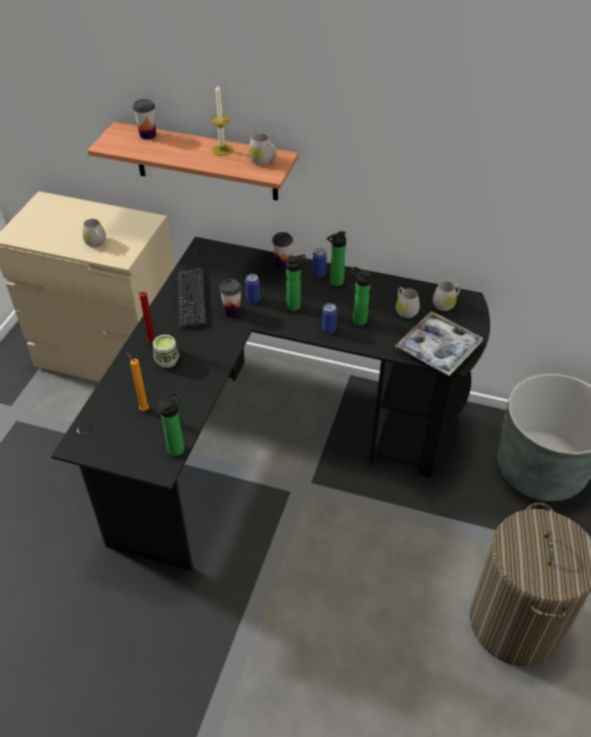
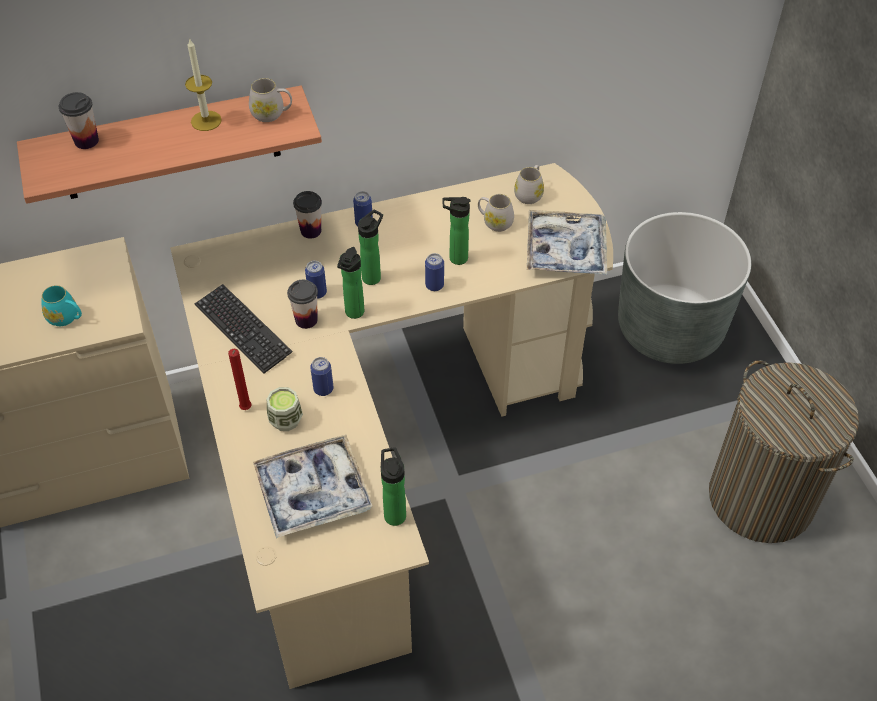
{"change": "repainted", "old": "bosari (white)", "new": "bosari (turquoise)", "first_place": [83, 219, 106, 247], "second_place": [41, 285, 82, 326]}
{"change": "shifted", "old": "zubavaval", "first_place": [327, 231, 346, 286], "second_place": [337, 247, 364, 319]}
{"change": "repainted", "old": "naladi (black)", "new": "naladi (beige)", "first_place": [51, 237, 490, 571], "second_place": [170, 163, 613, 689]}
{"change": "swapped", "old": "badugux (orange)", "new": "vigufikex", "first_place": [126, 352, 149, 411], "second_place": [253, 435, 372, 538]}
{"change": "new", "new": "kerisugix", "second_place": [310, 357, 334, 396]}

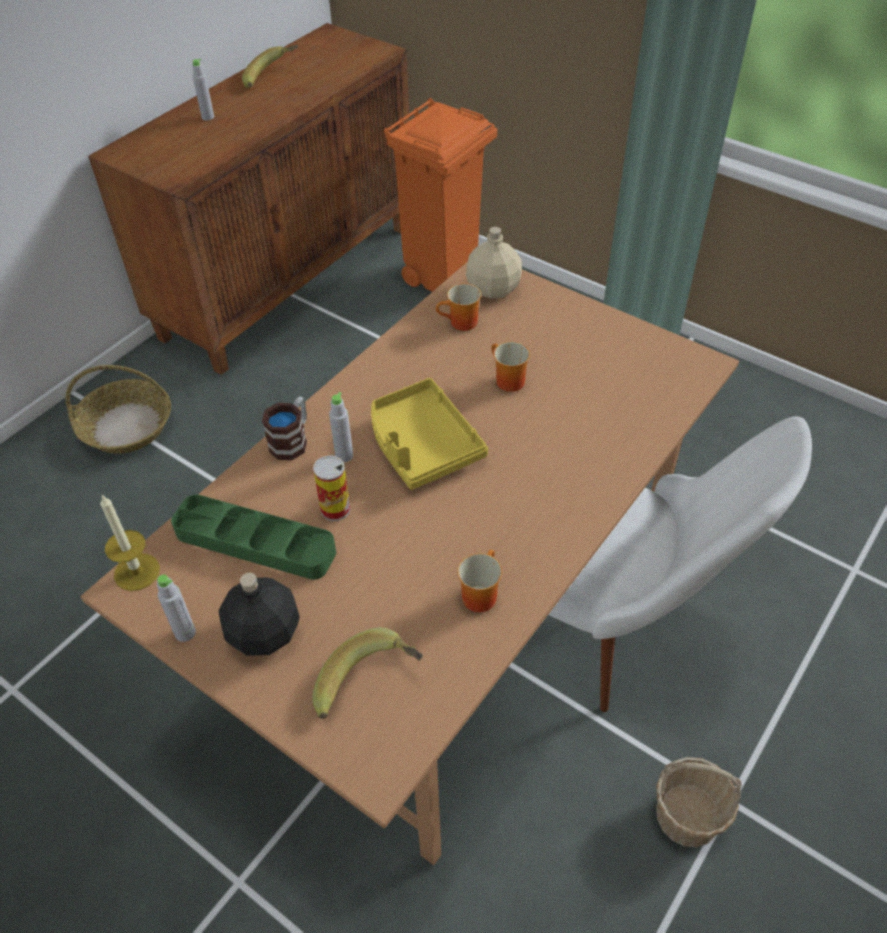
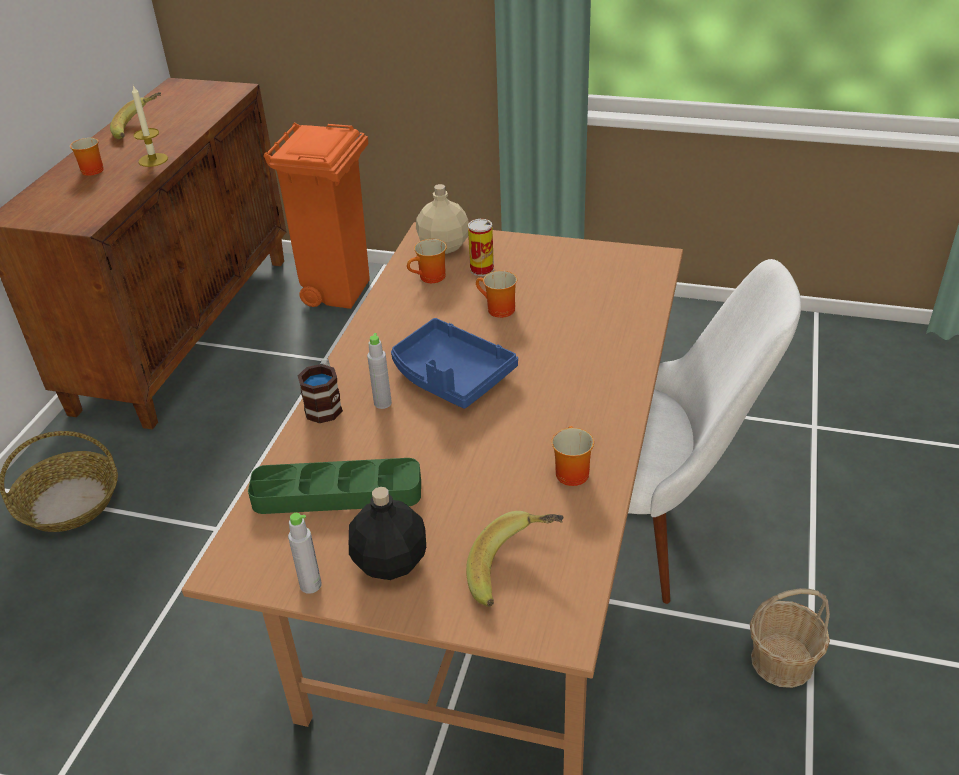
{"change": "swapped", "old": "zubavaval (grey)", "new": "bosari", "first_place": [192, 59, 214, 120], "second_place": [70, 138, 104, 176]}
{"change": "repainted", "old": "vigufikex (yellow)", "new": "vigufikex (blue)", "first_place": [371, 378, 488, 490], "second_place": [391, 318, 518, 409]}
{"change": "shifted", "old": "kerisugix", "first_place": [313, 455, 350, 521], "second_place": [468, 219, 494, 276]}
{"change": "shifted", "old": "badugux", "first_place": [100, 495, 160, 591], "second_place": [132, 85, 168, 167]}

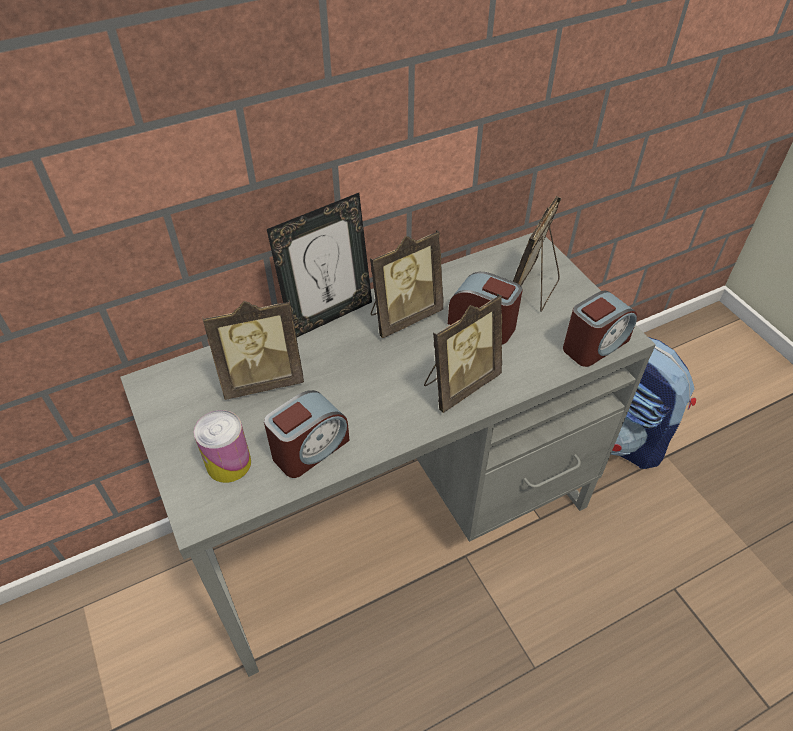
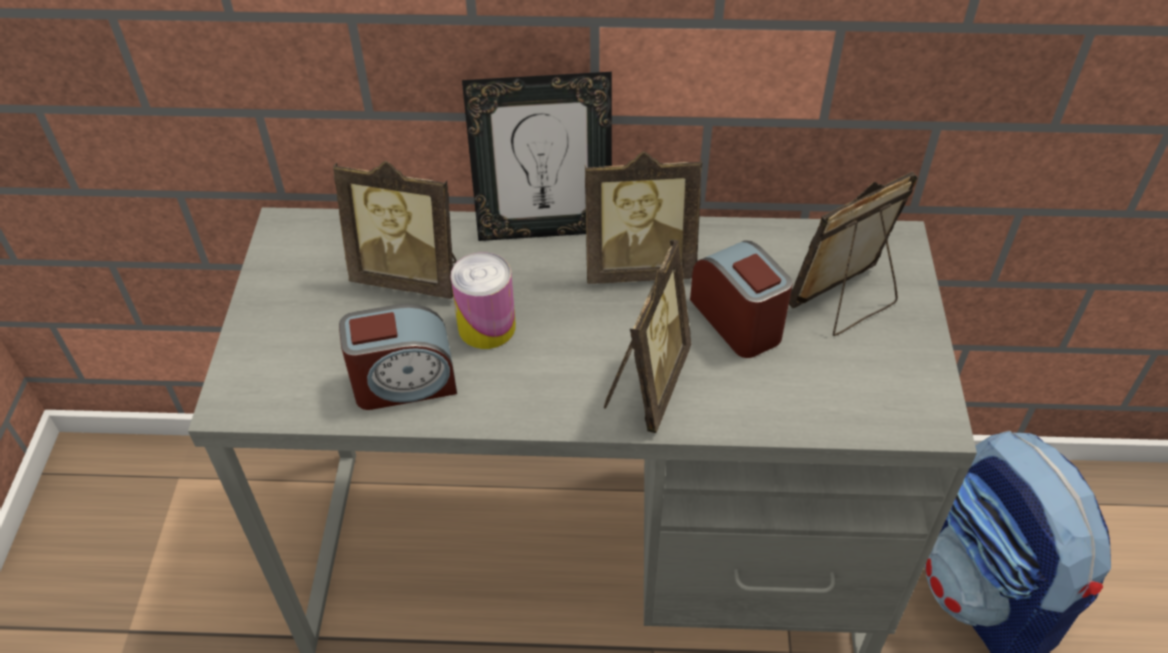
{"change": "gone", "old": "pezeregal", "first_place": [563, 290, 637, 367]}
{"change": "rotated", "old": "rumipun", "first_place": [424, 293, 502, 413], "second_place": [604, 240, 691, 433], "degrees": -60}
{"change": "shifted", "old": "kerisugix", "first_place": [194, 410, 251, 483], "second_place": [451, 252, 516, 349]}

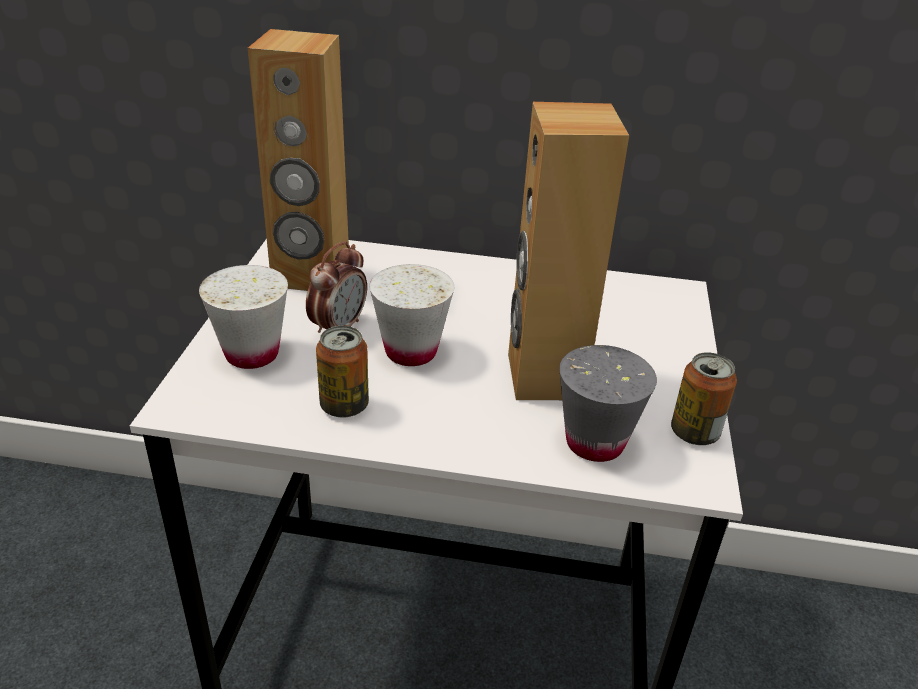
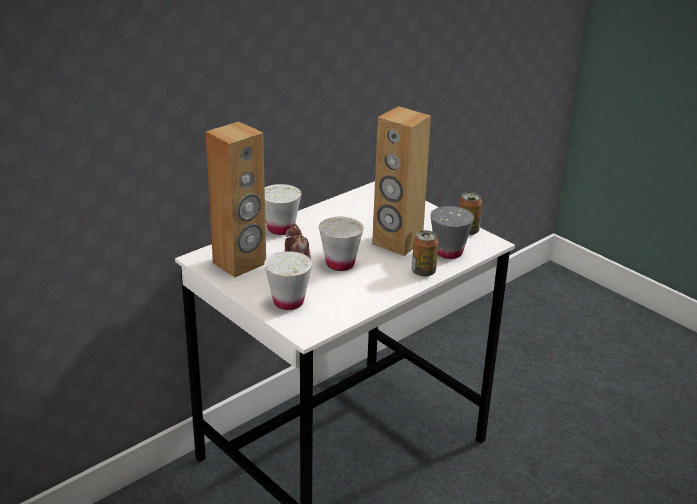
{"change": "shifted", "old": "kerisugix", "first_place": [316, 326, 369, 418], "second_place": [412, 230, 439, 277]}
{"change": "new", "new": "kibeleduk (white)", "second_place": [265, 184, 302, 235]}

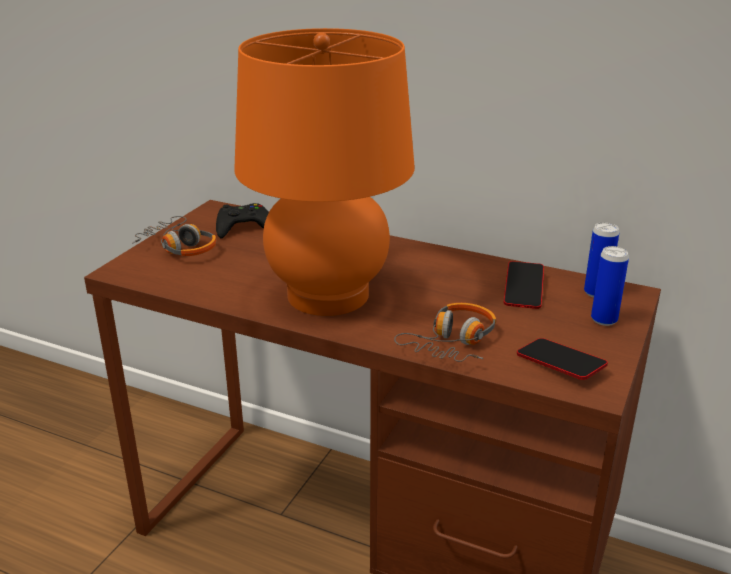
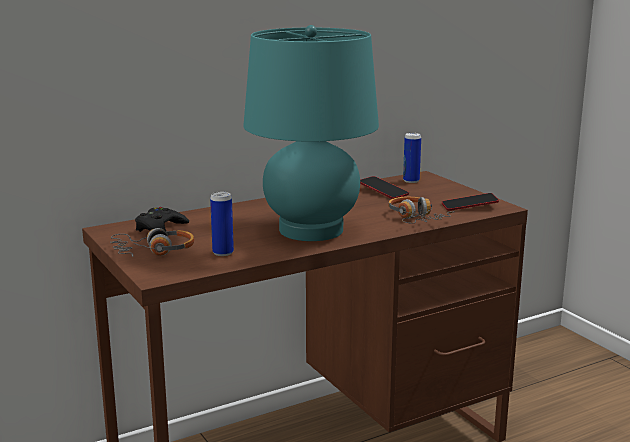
{"change": "repainted", "old": "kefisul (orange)", "new": "kefisul (turquoise)", "first_place": [234, 28, 415, 316], "second_place": [243, 25, 379, 241]}
{"change": "shifted", "old": "kerisugix", "first_place": [591, 246, 629, 326], "second_place": [210, 192, 234, 256]}

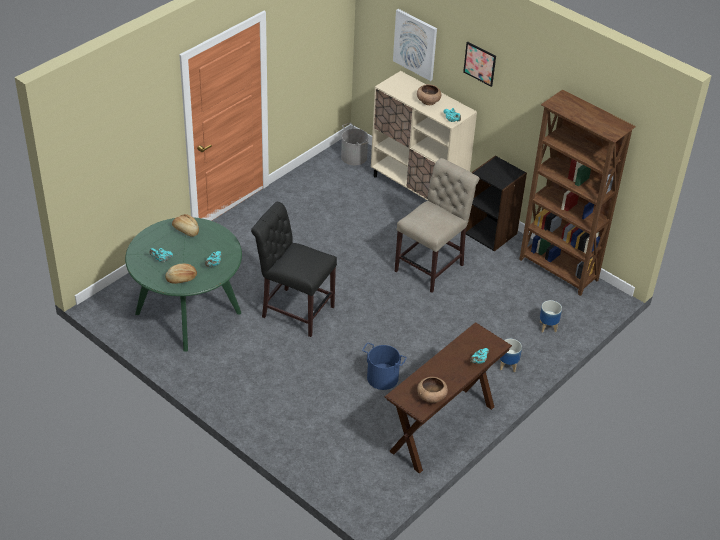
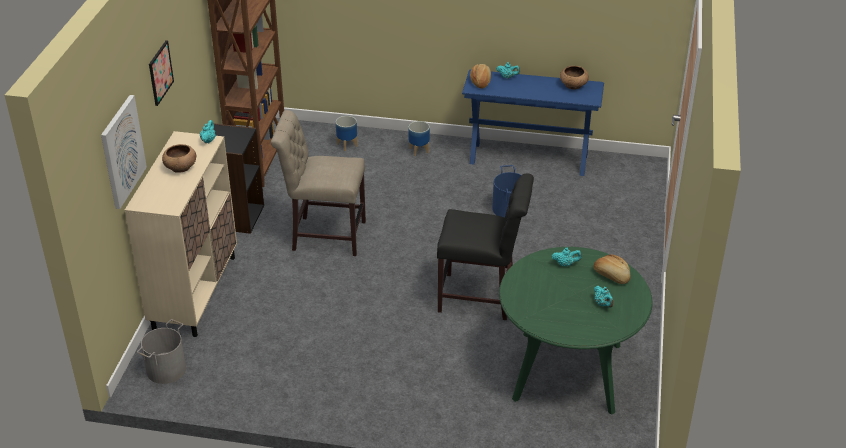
{"change": "rotated", "old": "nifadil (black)", "first_place": [251, 202, 337, 337], "second_place": [437, 174, 534, 320], "degrees": -75}
{"change": "shifted", "old": "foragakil", "first_place": [172, 214, 199, 237], "second_place": [470, 64, 491, 89]}
{"change": "repainted", "old": "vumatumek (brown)", "new": "vumatumek (blue)", "first_place": [385, 322, 512, 474], "second_place": [462, 70, 604, 176]}

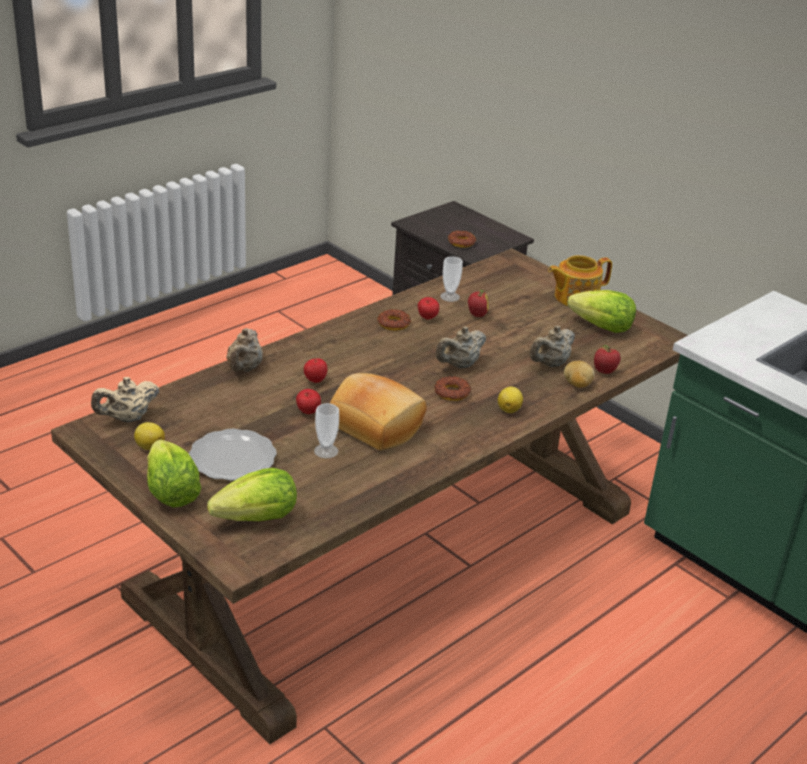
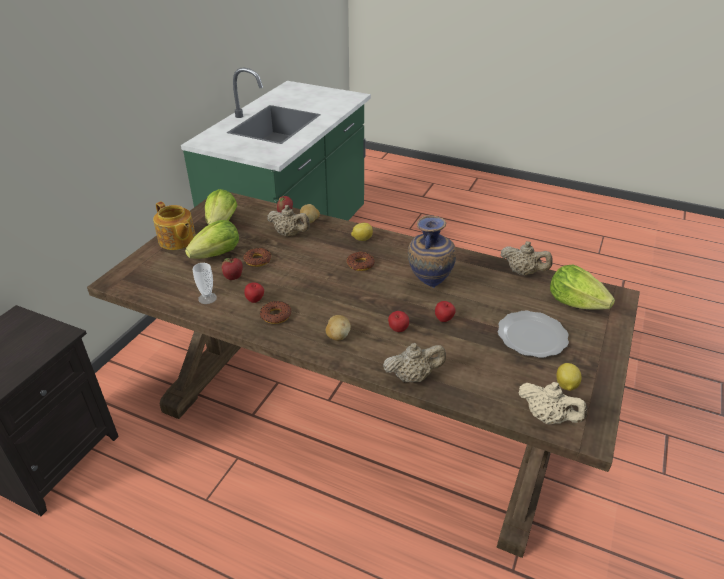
{"change": "shifted", "old": "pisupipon", "first_place": [448, 231, 476, 248], "second_place": [243, 248, 271, 267]}
{"change": "shifted", "old": "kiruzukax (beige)", "first_place": [435, 327, 486, 368], "second_place": [501, 241, 553, 275]}
{"change": "swapped", "old": "foragakil", "new": "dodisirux", "first_place": [330, 373, 427, 450], "second_place": [408, 215, 456, 288]}
{"change": "gone", "old": "kibeleduk", "first_place": [314, 403, 339, 458]}
{"change": "shifted", "old": "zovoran", "first_place": [147, 440, 201, 508], "second_place": [185, 220, 239, 259]}
{"change": "new", "new": "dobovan", "second_place": [326, 315, 351, 340]}

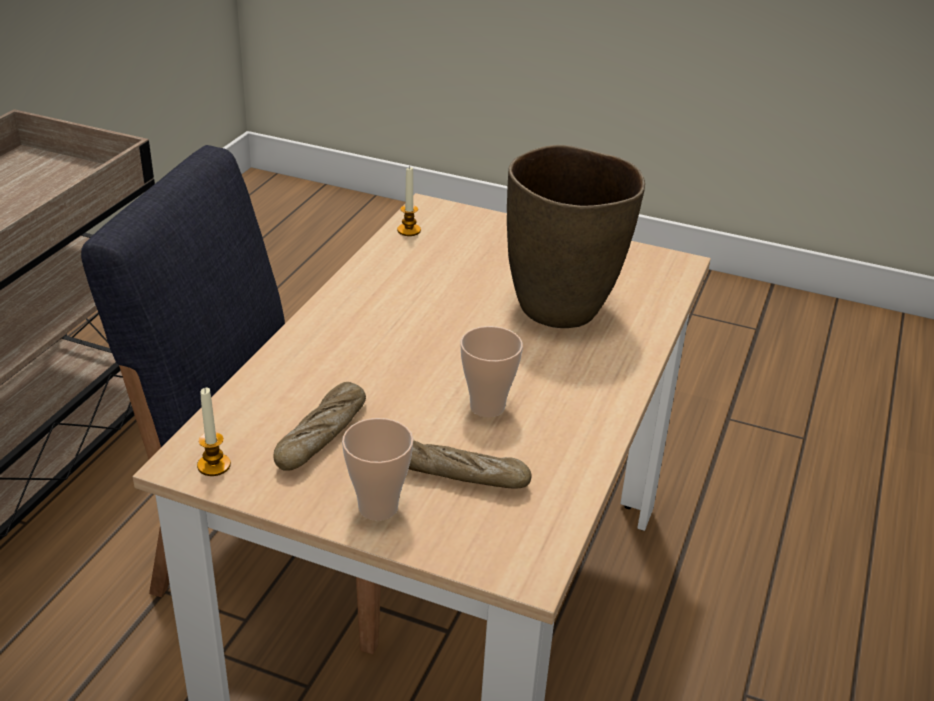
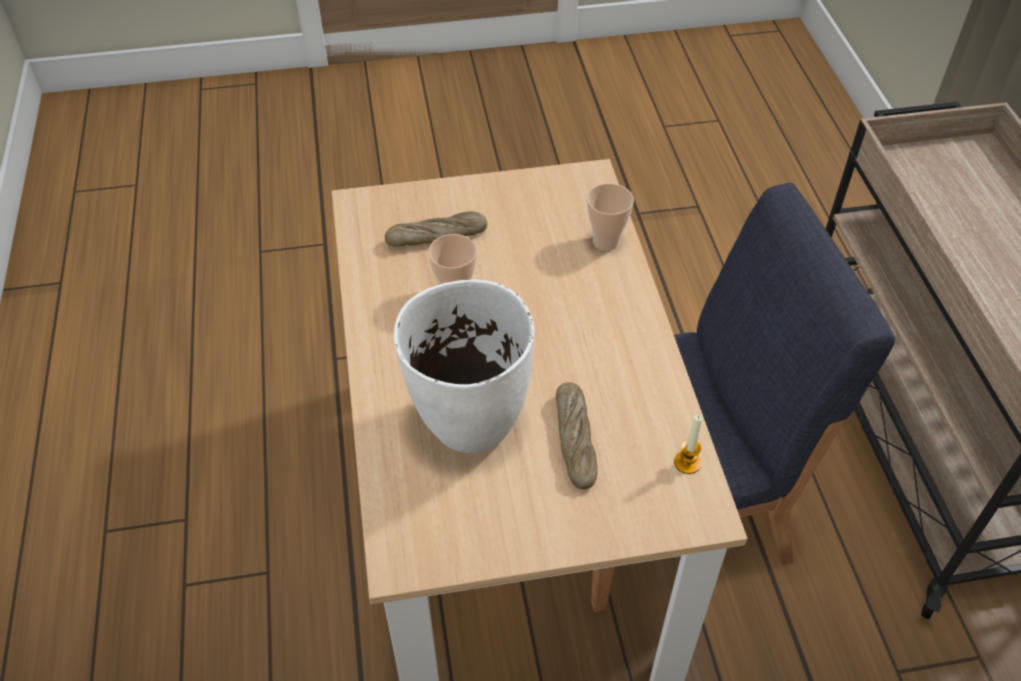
{"change": "repainted", "old": "dodisirux (brown)", "new": "dodisirux (white)", "first_place": [507, 145, 645, 328], "second_place": [394, 280, 535, 453]}
{"change": "shifted", "old": "foragakil", "first_place": [273, 382, 366, 471], "second_place": [556, 382, 598, 489]}
{"change": "gone", "old": "badugux", "first_place": [197, 388, 231, 476]}
{"change": "shifted", "old": "kibeleduk", "first_place": [342, 418, 413, 521], "second_place": [587, 183, 634, 251]}

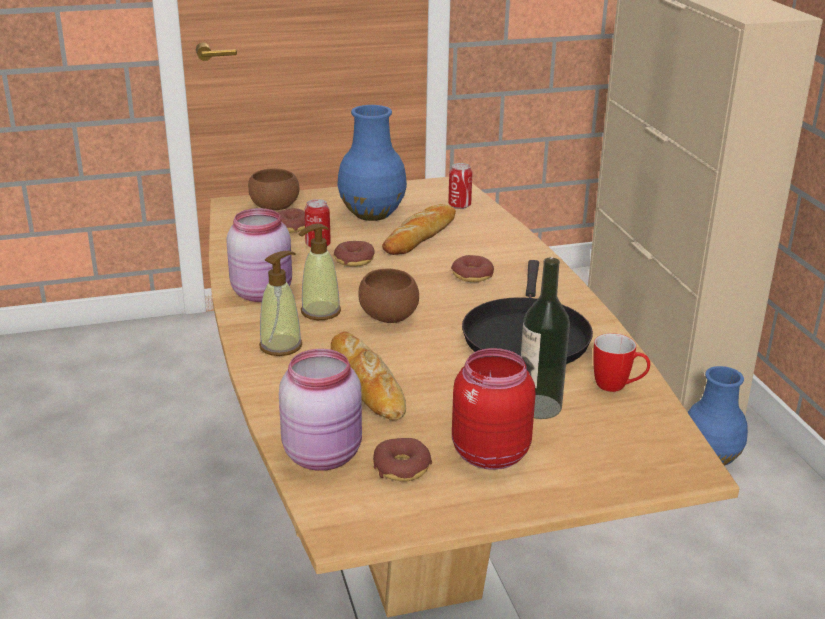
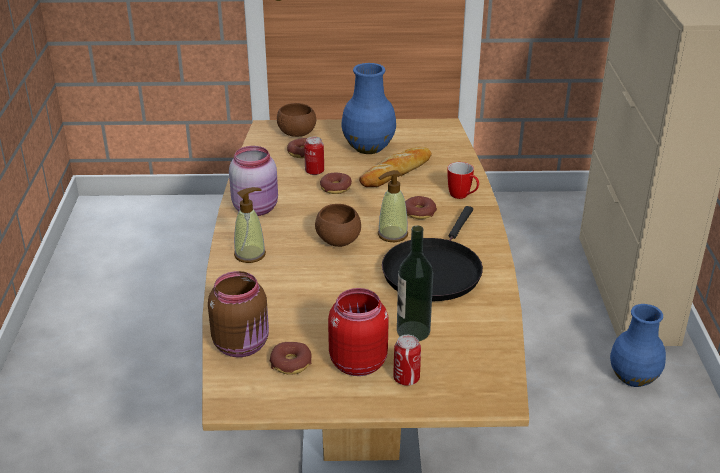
{"change": "shifted", "old": "kerisugix", "first_place": [448, 163, 472, 209], "second_place": [393, 335, 421, 386]}
{"change": "shifted", "old": "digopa", "first_place": [299, 223, 341, 320], "second_place": [378, 170, 408, 242]}
{"change": "gone", "old": "foragakil", "first_place": [331, 331, 406, 420]}
{"change": "shifted", "old": "bosari", "first_place": [593, 333, 650, 392], "second_place": [447, 162, 479, 199]}
{"change": "repainted", "old": "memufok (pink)", "new": "memufok (brown)", "first_place": [279, 349, 362, 471], "second_place": [208, 271, 269, 357]}

